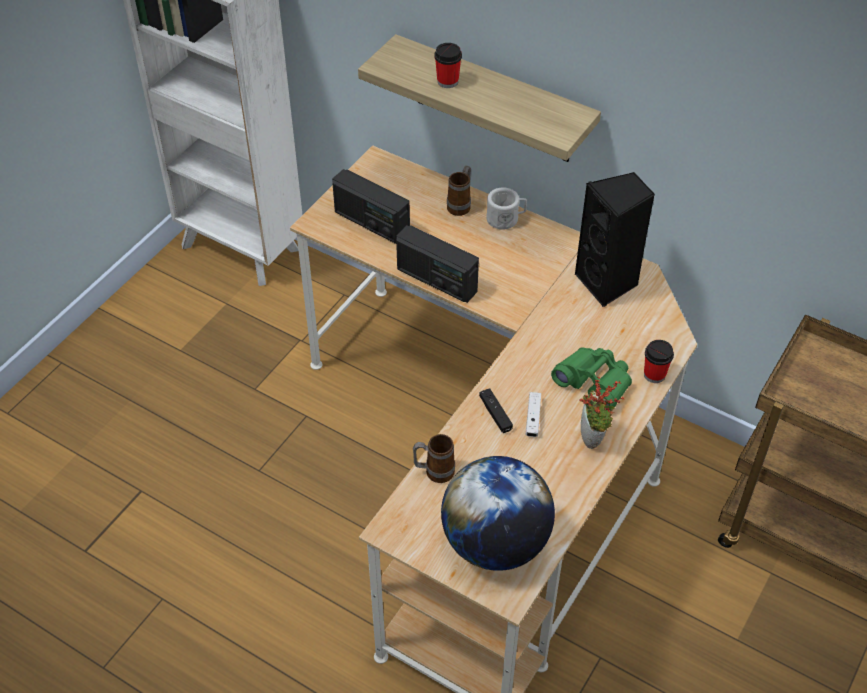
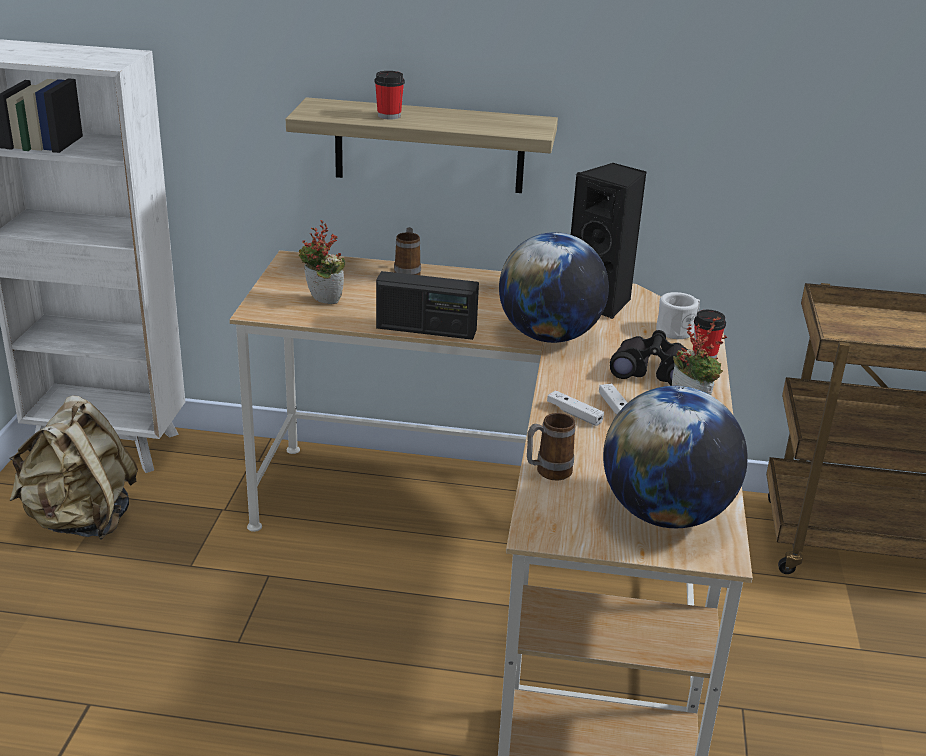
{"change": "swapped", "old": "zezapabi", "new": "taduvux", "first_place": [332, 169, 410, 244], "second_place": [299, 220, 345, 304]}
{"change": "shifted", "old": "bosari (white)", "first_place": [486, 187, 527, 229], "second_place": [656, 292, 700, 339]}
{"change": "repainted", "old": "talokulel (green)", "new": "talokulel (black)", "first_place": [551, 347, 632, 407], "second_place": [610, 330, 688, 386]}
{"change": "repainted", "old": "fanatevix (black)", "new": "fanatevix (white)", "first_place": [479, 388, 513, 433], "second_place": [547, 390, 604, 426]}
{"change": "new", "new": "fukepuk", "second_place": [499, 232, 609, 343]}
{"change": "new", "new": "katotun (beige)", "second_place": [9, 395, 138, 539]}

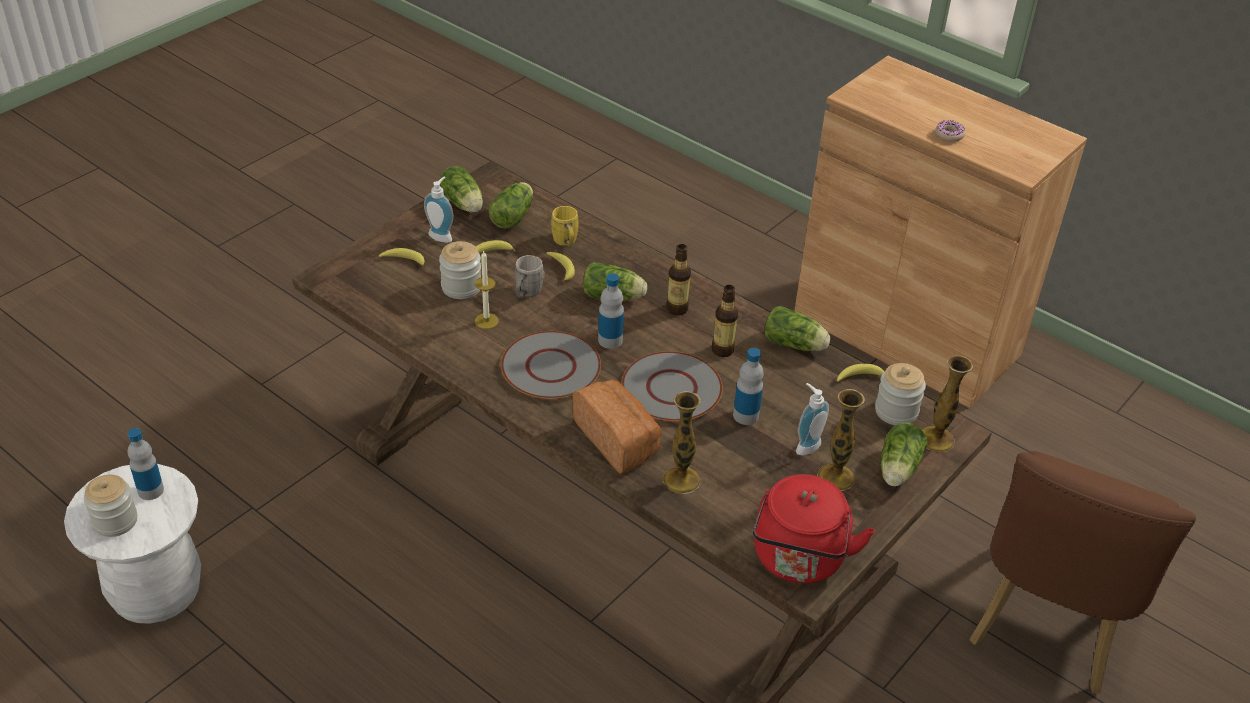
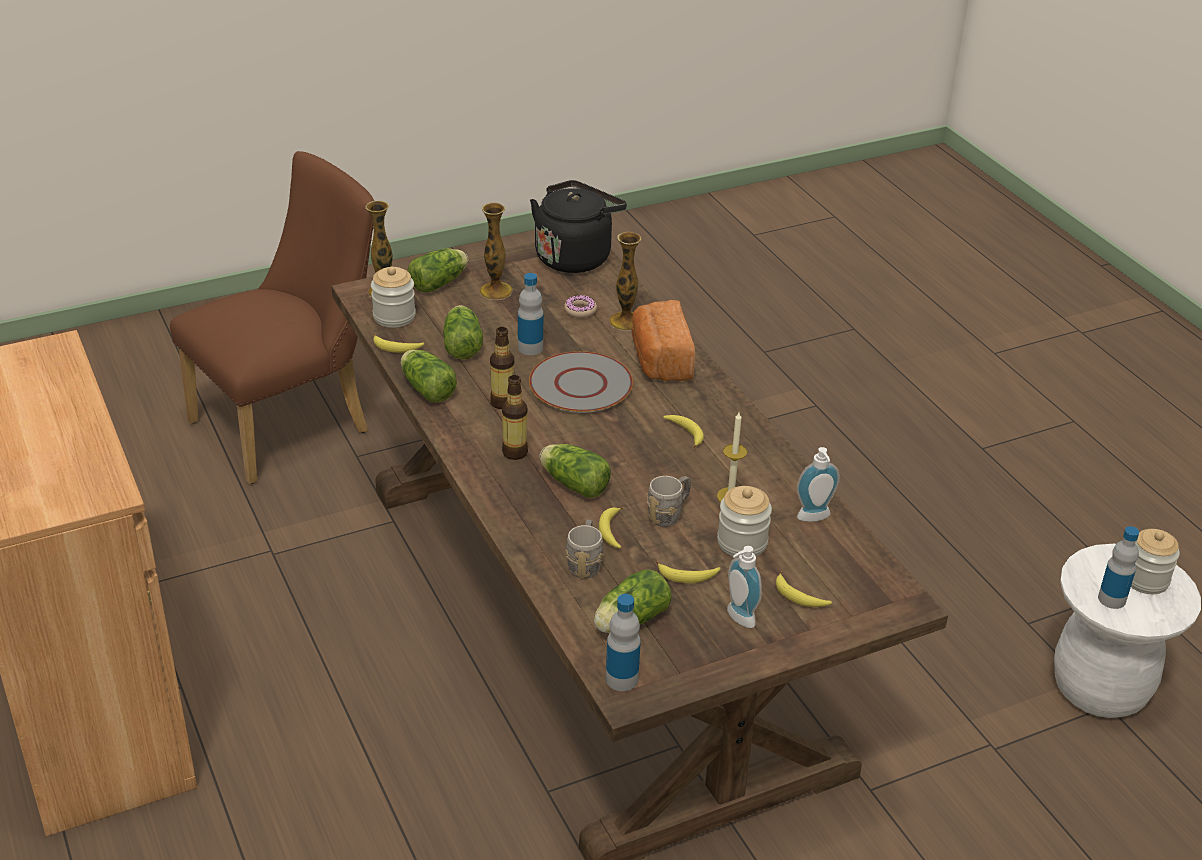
{"change": "shifted", "old": "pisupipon", "first_place": [935, 120, 965, 142], "second_place": [564, 295, 597, 318]}
{"change": "shifted", "old": "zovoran", "first_place": [439, 166, 483, 213], "second_place": [443, 305, 483, 359]}
{"change": "repainted", "old": "bosari (yellow)", "new": "bosari (grey)", "first_place": [550, 206, 579, 247], "second_place": [565, 520, 603, 579]}
{"change": "shifted", "old": "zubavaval", "first_place": [598, 273, 624, 349], "second_place": [606, 594, 641, 691]}
{"change": "swapped", "old": "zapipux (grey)", "new": "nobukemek", "first_place": [501, 331, 601, 399], "second_place": [663, 415, 704, 448]}
{"change": "shifted", "old": "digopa", "first_place": [796, 383, 829, 455], "second_place": [797, 447, 840, 522]}
{"change": "repainted", "old": "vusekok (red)", "new": "vusekok (black)", "first_place": [753, 474, 875, 584], "second_place": [530, 180, 627, 273]}

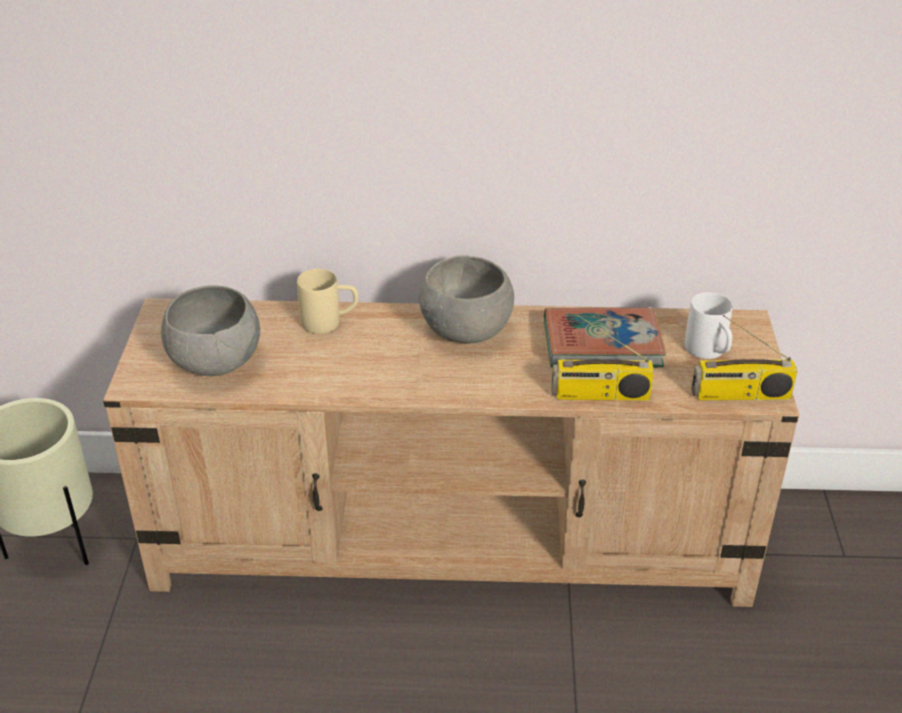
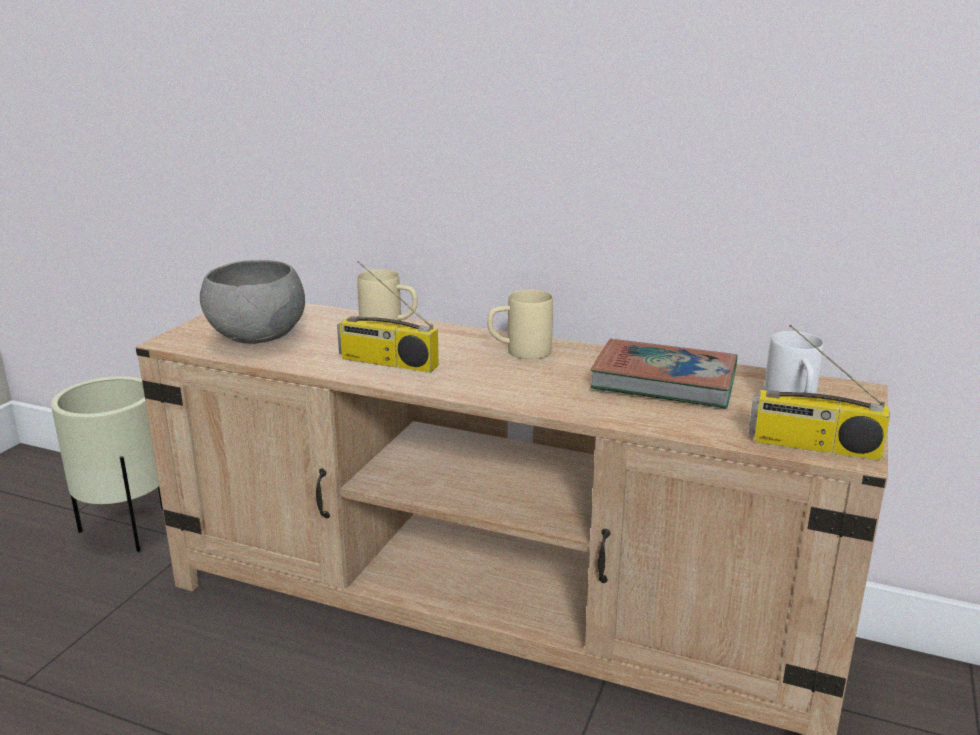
{"change": "swapped", "old": "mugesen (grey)", "new": "bosari (beige)", "first_place": [419, 255, 514, 343], "second_place": [487, 290, 553, 359]}
{"change": "shifted", "old": "zezapabi", "first_place": [551, 314, 654, 401], "second_place": [337, 261, 439, 373]}

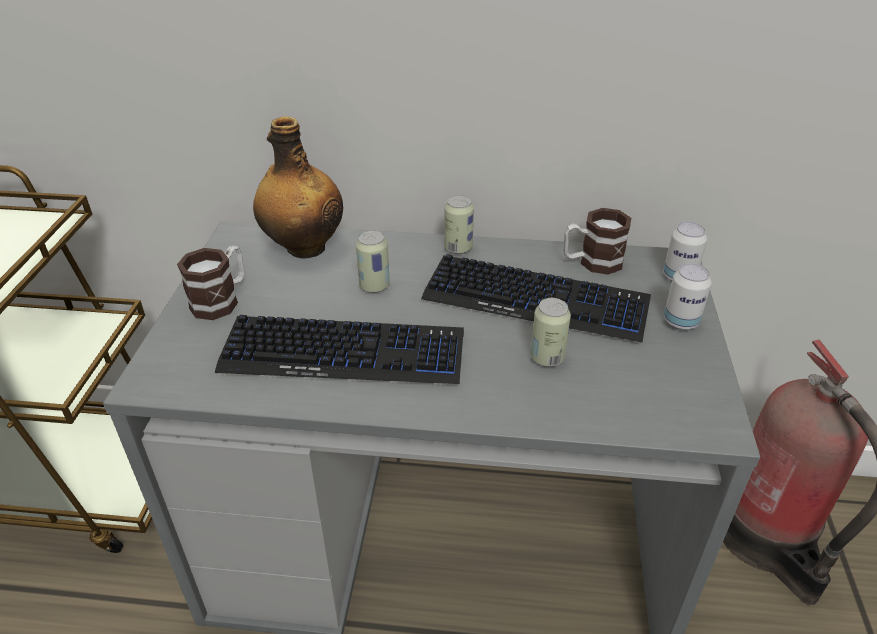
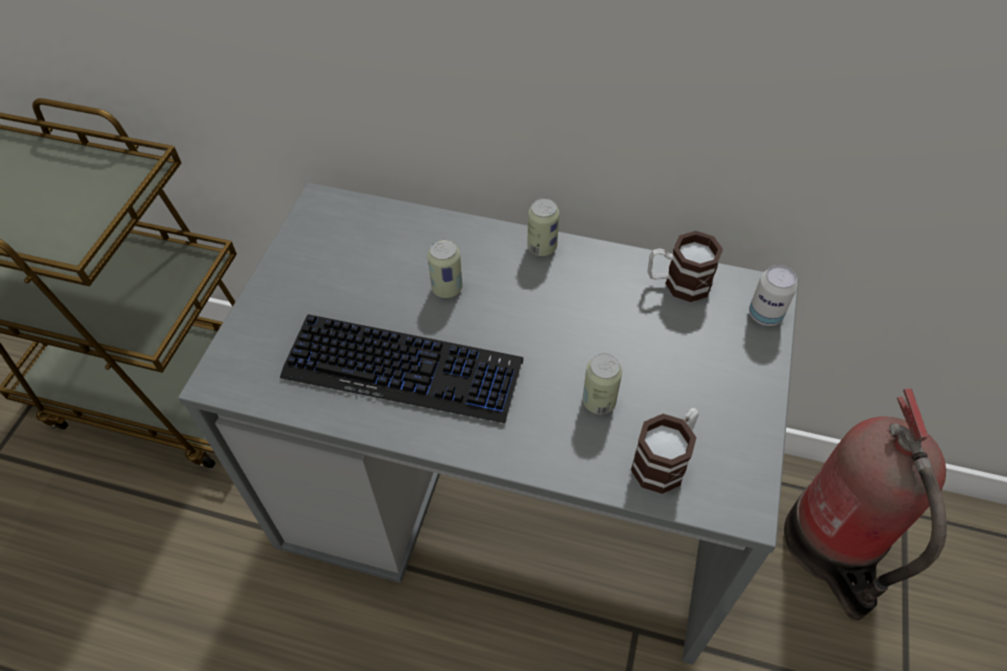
{"change": "gone", "old": "zubavaval", "first_place": [253, 116, 343, 259]}
{"change": "shifted", "old": "bosari", "first_place": [177, 246, 244, 320], "second_place": [631, 408, 699, 494]}
{"change": "gone", "old": "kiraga", "first_place": [421, 254, 651, 342]}
{"change": "gone", "old": "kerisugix", "first_place": [664, 263, 712, 330]}

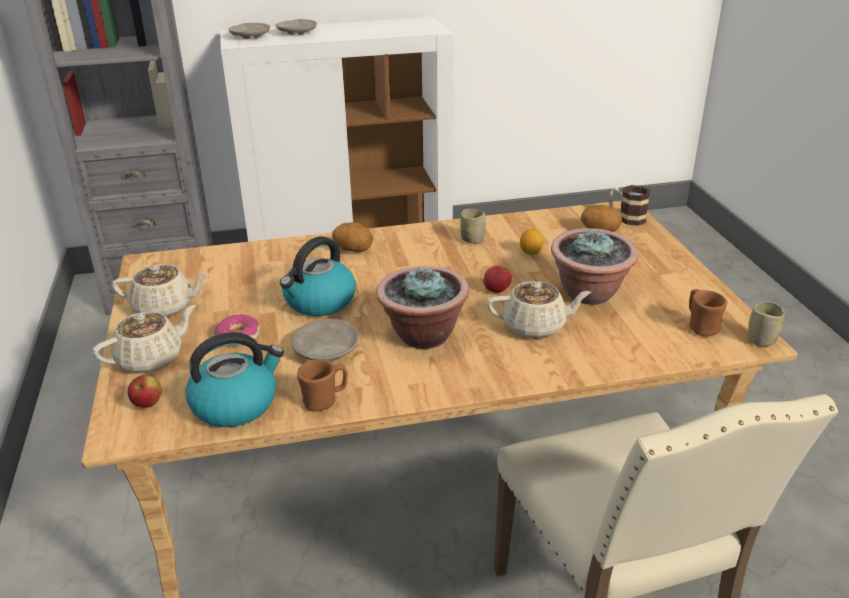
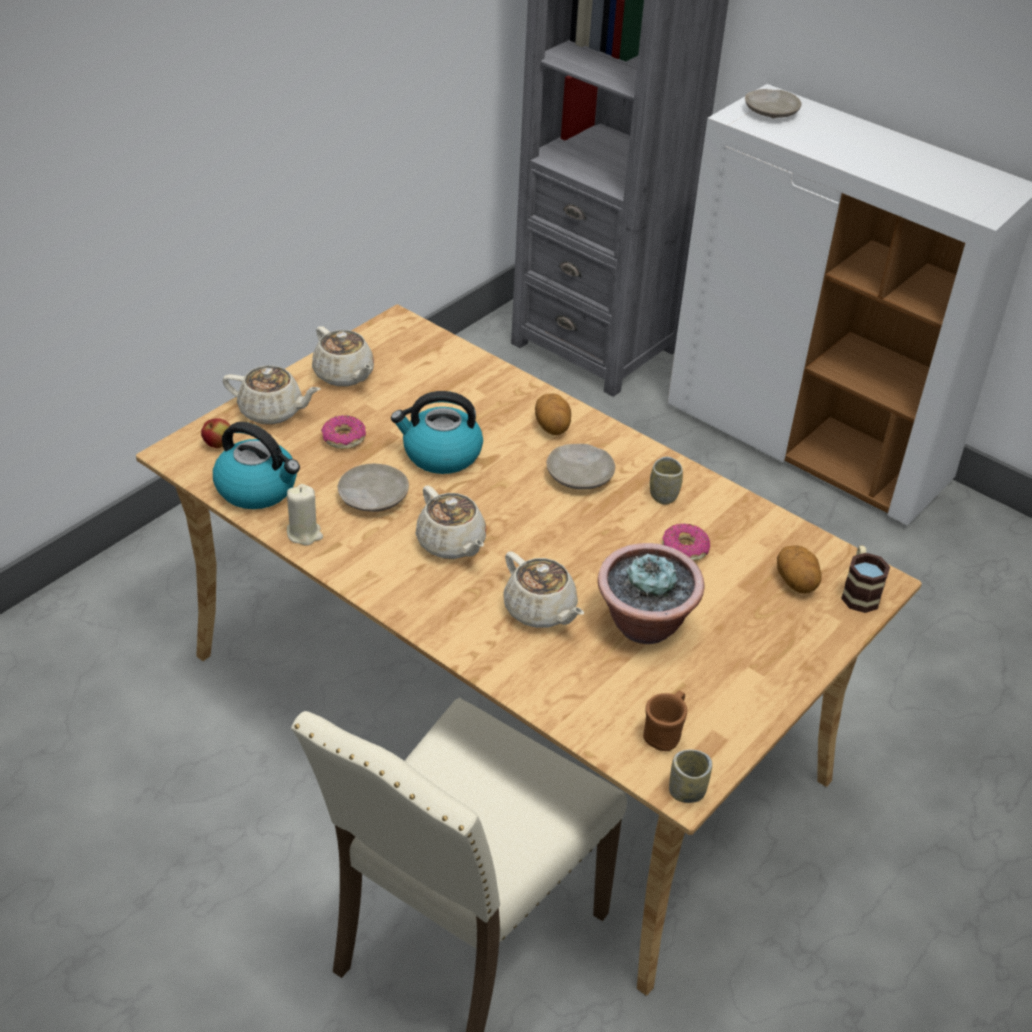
{"change": "shifted", "old": "zapipux (beige)", "first_place": [276, 19, 317, 35], "second_place": [547, 444, 615, 490]}
{"change": "swapped", "old": "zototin", "new": "pisupipon", "first_place": [520, 229, 544, 255], "second_place": [662, 524, 710, 561]}
{"change": "gone", "old": "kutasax", "first_place": [483, 265, 512, 293]}
{"change": "swapped", "old": "taduvux", "new": "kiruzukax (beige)", "first_place": [376, 266, 469, 349], "second_place": [415, 486, 486, 559]}
{"change": "swapped", "old": "bosari (brown)", "new": "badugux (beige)", "first_place": [297, 359, 347, 412], "second_place": [287, 484, 323, 546]}

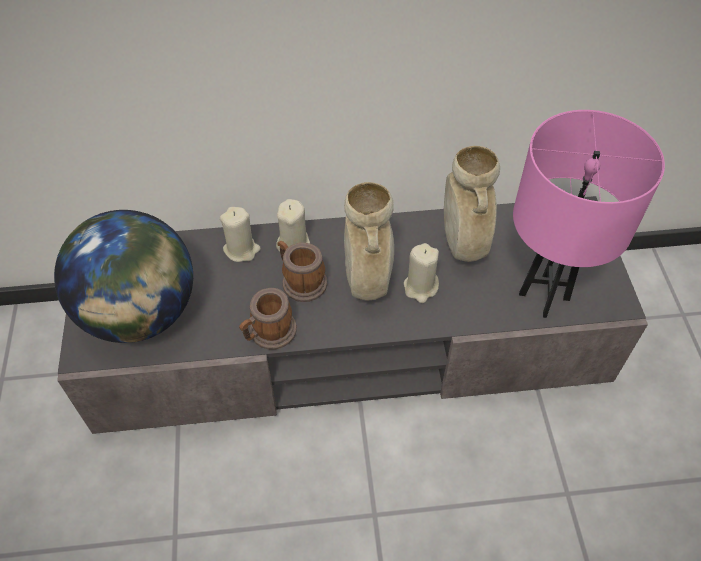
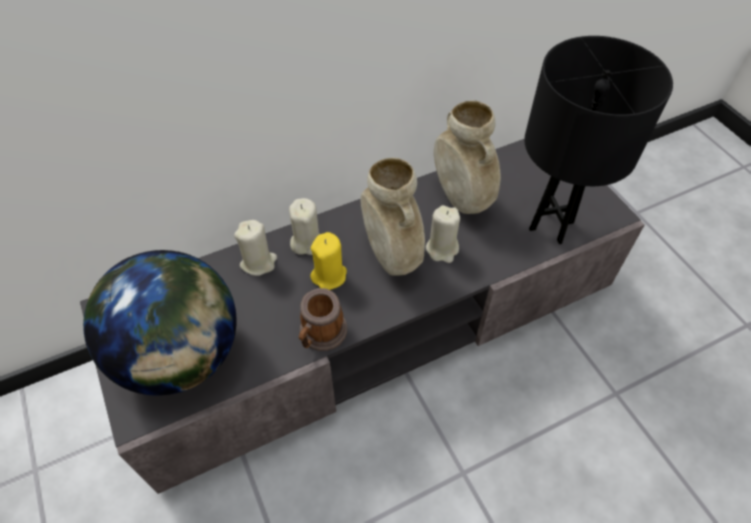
{"change": "repainted", "old": "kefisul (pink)", "new": "kefisul (black)", "first_place": [513, 110, 665, 318], "second_place": [525, 36, 673, 244]}
{"change": "swapped", "old": "bosari", "new": "badugux (yellow)", "first_place": [277, 241, 327, 302], "second_place": [310, 232, 347, 290]}

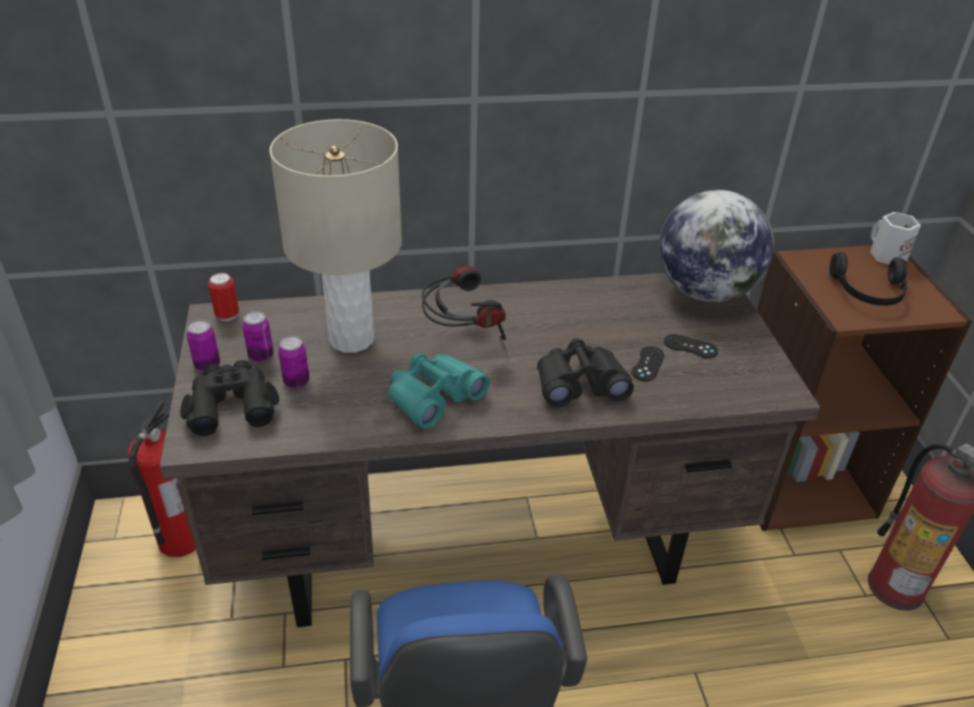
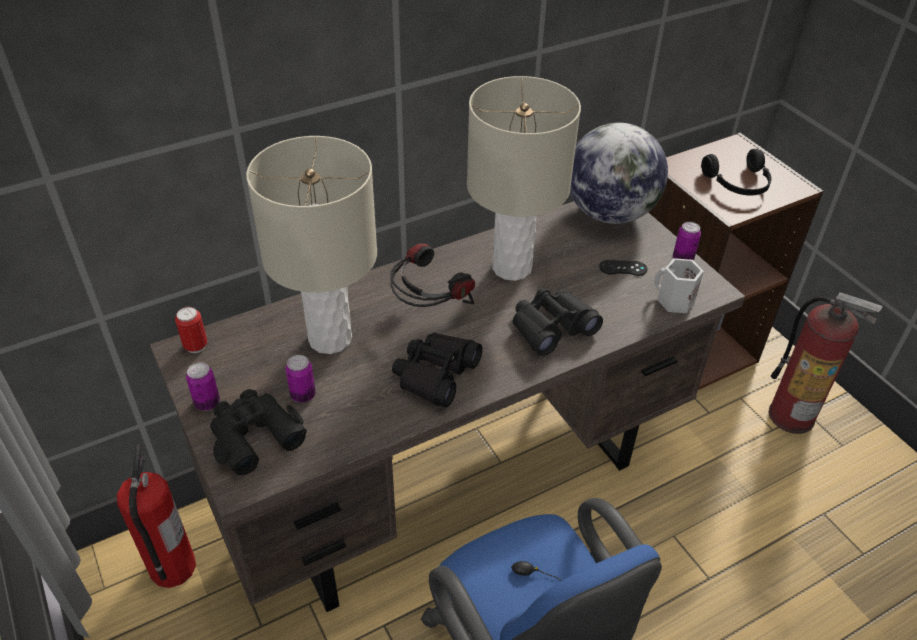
{"change": "shifted", "old": "bosari (white)", "first_place": [870, 212, 921, 264], "second_place": [654, 258, 704, 313]}
{"change": "shifted", "old": "kerisugix", "first_place": [242, 311, 274, 362], "second_place": [673, 222, 701, 261]}
{"change": "gone", "old": "fanatevix (black)", "first_place": [632, 346, 664, 381]}
{"change": "repainted", "old": "talokulel (turquoise)", "new": "talokulel (black)", "first_place": [388, 353, 490, 429], "second_place": [392, 333, 482, 407]}
{"change": "new", "new": "kefisul (beige)", "second_place": [467, 76, 581, 281]}

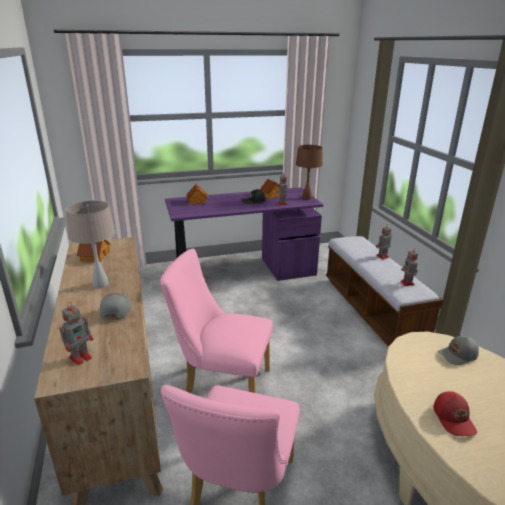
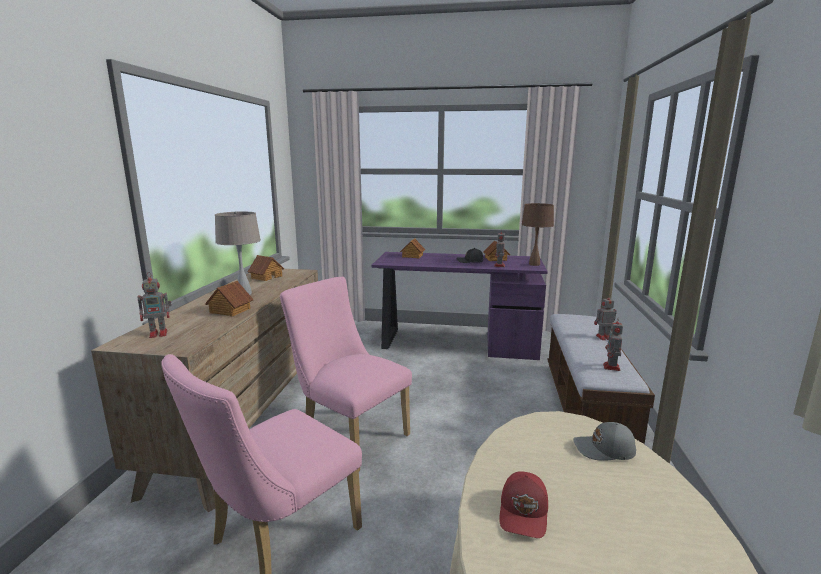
{"change": "swapped", "old": "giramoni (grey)", "new": "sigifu", "first_place": [100, 293, 131, 320], "second_place": [205, 281, 254, 317]}

